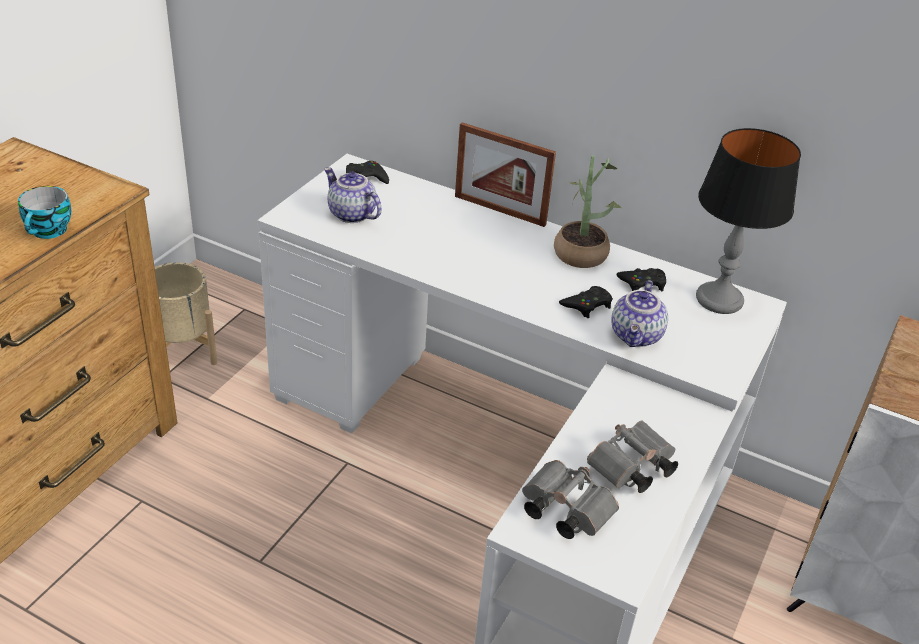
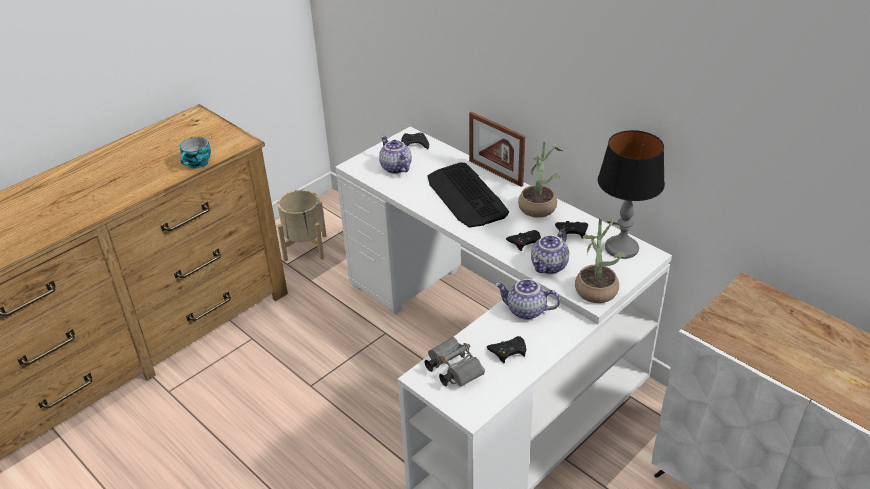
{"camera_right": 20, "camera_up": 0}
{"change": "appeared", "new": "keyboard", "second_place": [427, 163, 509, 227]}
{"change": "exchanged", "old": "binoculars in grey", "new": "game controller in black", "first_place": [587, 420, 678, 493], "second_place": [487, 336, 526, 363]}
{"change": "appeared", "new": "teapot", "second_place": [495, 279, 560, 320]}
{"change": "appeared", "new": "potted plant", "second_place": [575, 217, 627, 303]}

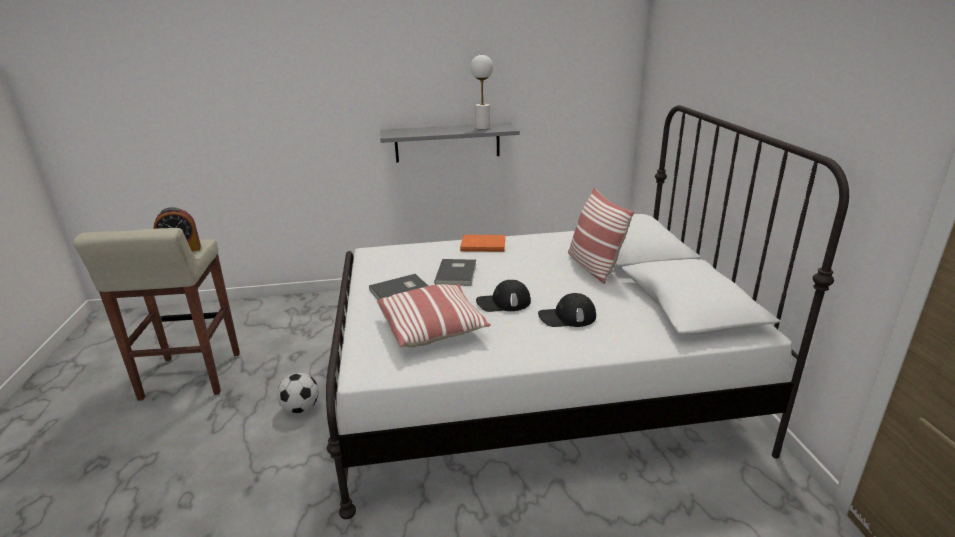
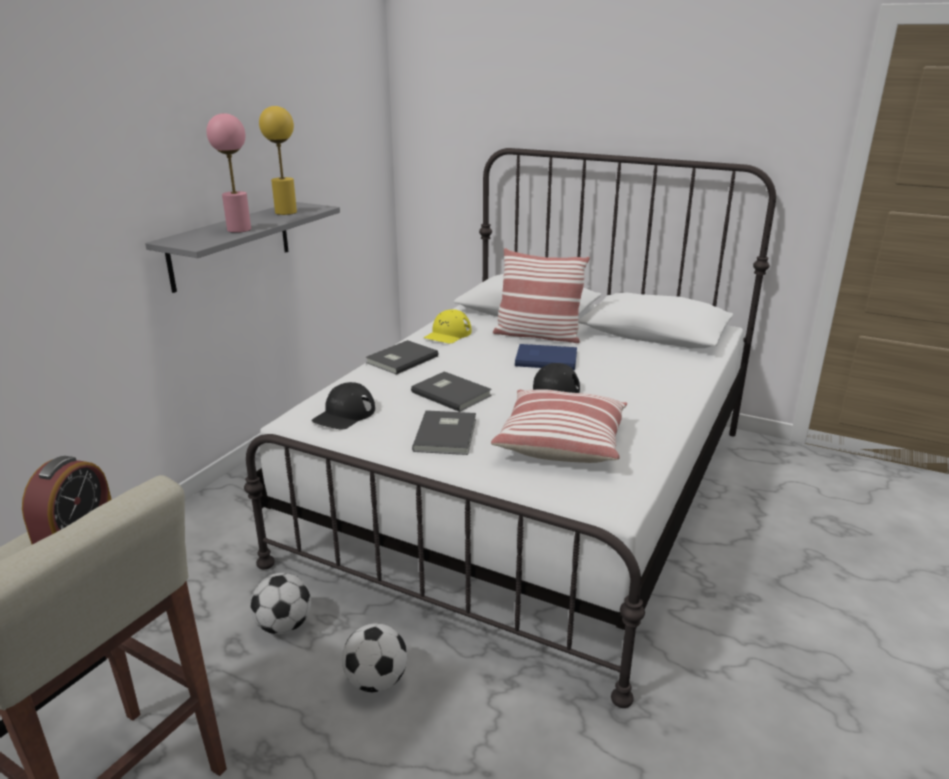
{"camera_right": -55, "camera_up": 0}
{"change": "appeared", "new": "table lamp in pink", "second_place": [206, 113, 251, 233]}
{"change": "appeared", "new": "football", "second_place": [250, 573, 311, 634]}
{"change": "colour", "old": "table lamp in white", "new": "table lamp in yellow", "first_place": [470, 55, 493, 129], "second_place": [259, 106, 297, 215]}
{"change": "relocated", "old": "cap in black", "first_place": [538, 293, 596, 327], "second_place": [311, 382, 375, 430]}
{"change": "colour", "old": "book in orange", "new": "book in grey", "first_place": [460, 235, 505, 252], "second_place": [365, 340, 439, 375]}
{"change": "appeared", "new": "cap in yellow", "second_place": [424, 309, 472, 344]}
{"change": "appeared", "new": "book in blue", "second_place": [515, 344, 577, 370]}

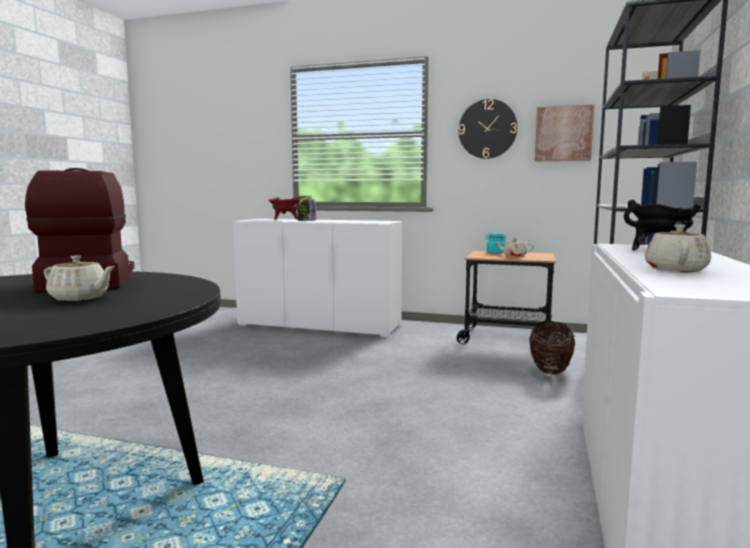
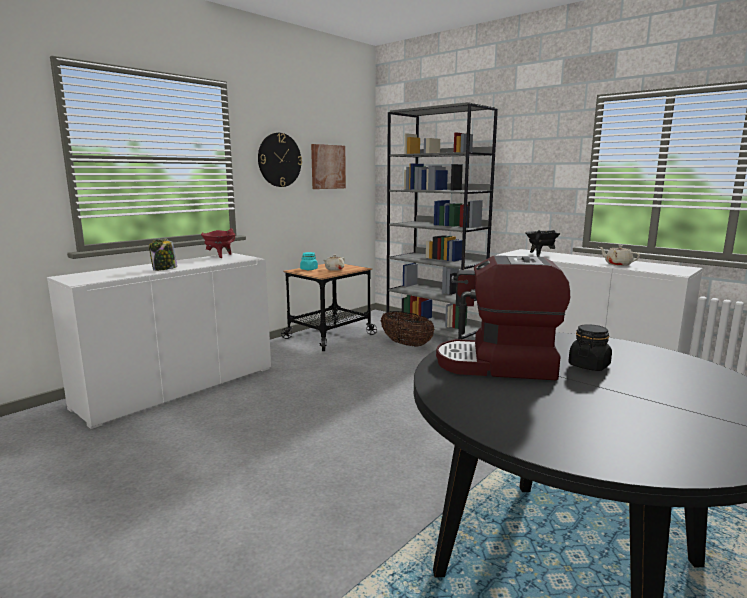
{"camera_right": -65, "camera_up": 5}
{"change": "relocated", "old": "cooking pot in red", "first_place": [269, 196, 300, 220], "second_place": [201, 228, 235, 258]}
{"change": "exchanged", "old": "teapot in beige", "new": "jar in black", "first_place": [44, 255, 115, 301], "second_place": [568, 324, 612, 371]}

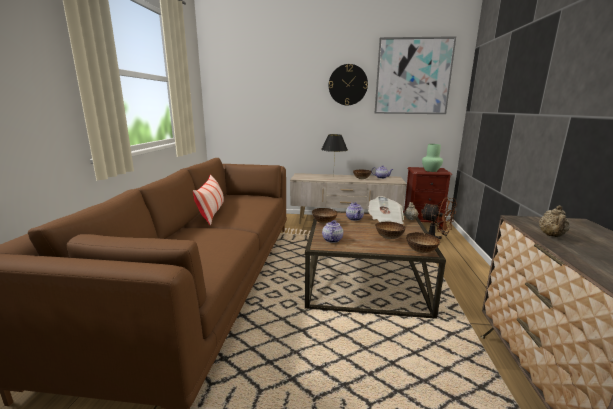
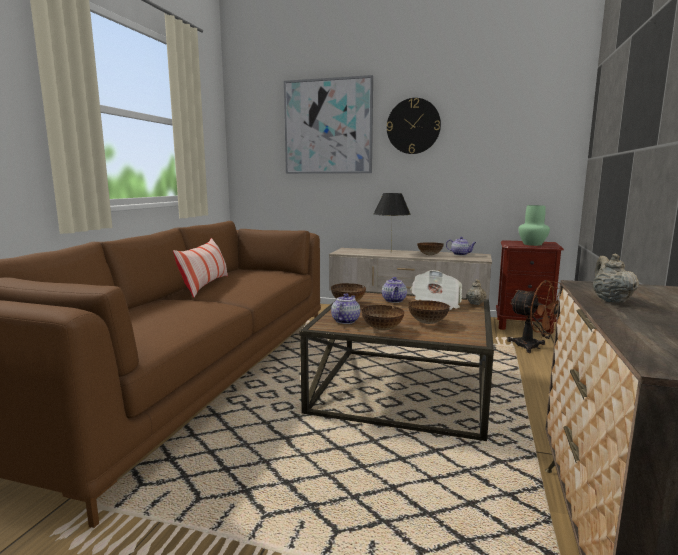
{"camera_right": 10, "camera_up": -5}
{"change": "relocated", "old": "picture", "first_place": [375, 36, 456, 114], "second_place": [284, 75, 373, 174]}
{"change": "relocated", "old": "bowl", "first_place": [406, 232, 440, 253], "second_place": [362, 305, 404, 331]}
{"change": "spun", "old": "teapot in beige", "first_place": [539, 206, 570, 237], "second_place": [593, 253, 639, 303], "degrees": 150}

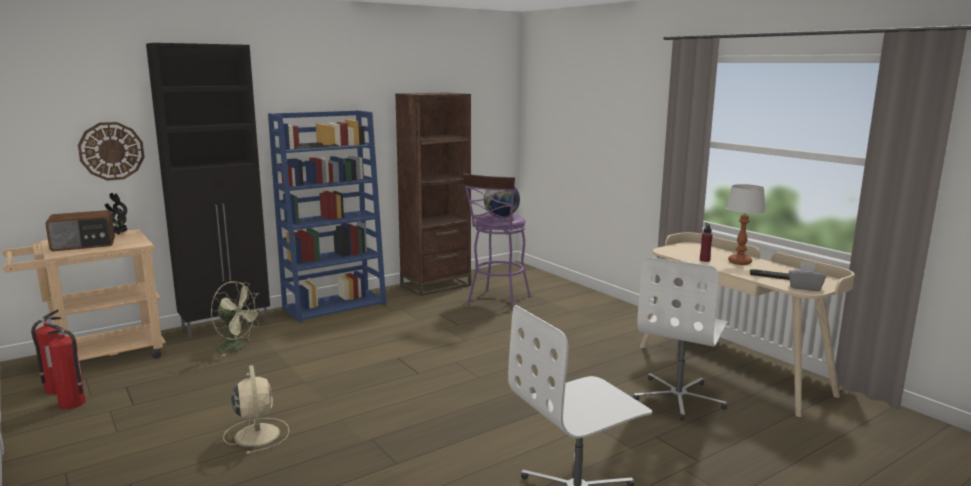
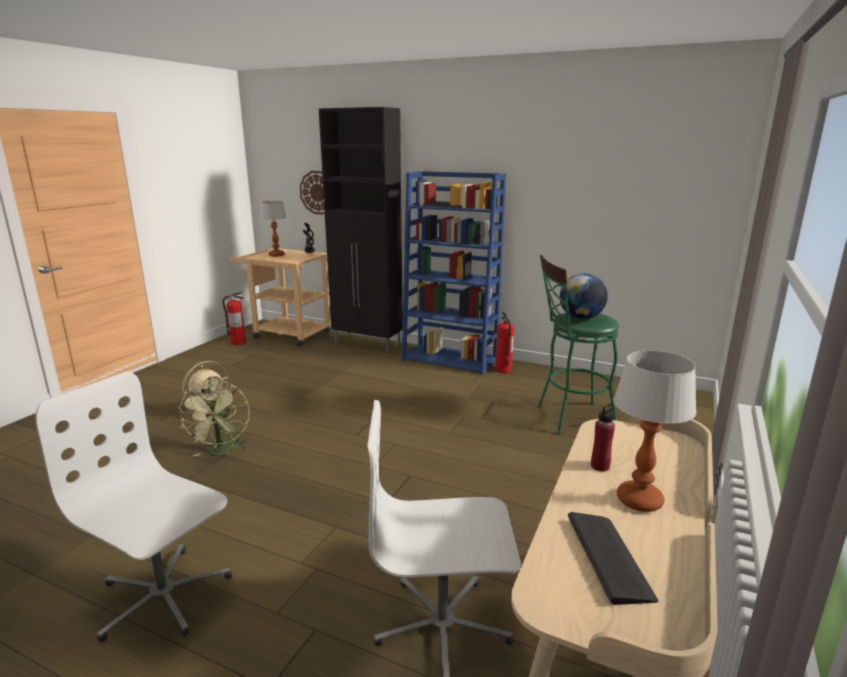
{"camera_right": 60, "camera_up": 5}
{"change": "relocated", "old": "fan in green", "first_place": [211, 281, 262, 356], "second_place": [178, 379, 250, 456]}
{"change": "exchanged", "old": "radio", "new": "table lamp", "first_place": [45, 210, 115, 252], "second_place": [260, 201, 287, 257]}
{"change": "relocated", "old": "fire extinguisher", "first_place": [47, 324, 85, 409], "second_place": [496, 311, 514, 373]}
{"change": "colour", "old": "stool in purple", "new": "stool in green", "first_place": [462, 173, 531, 312], "second_place": [538, 255, 619, 435]}
{"change": "missing", "old": "bookcase in brown", "first_place": [395, 92, 471, 296]}
{"change": "missing", "old": "tissue box in grey", "first_place": [789, 261, 826, 291]}

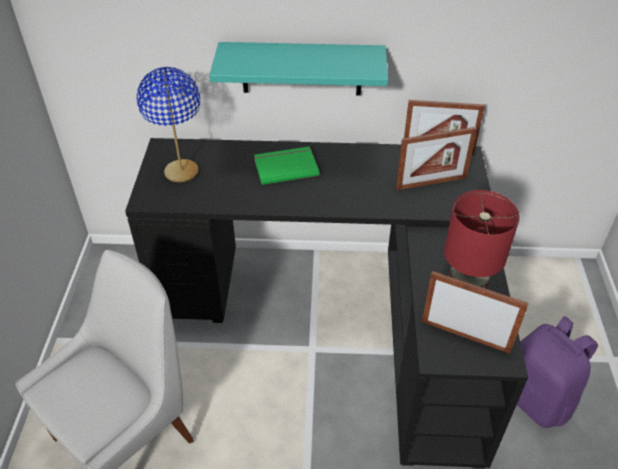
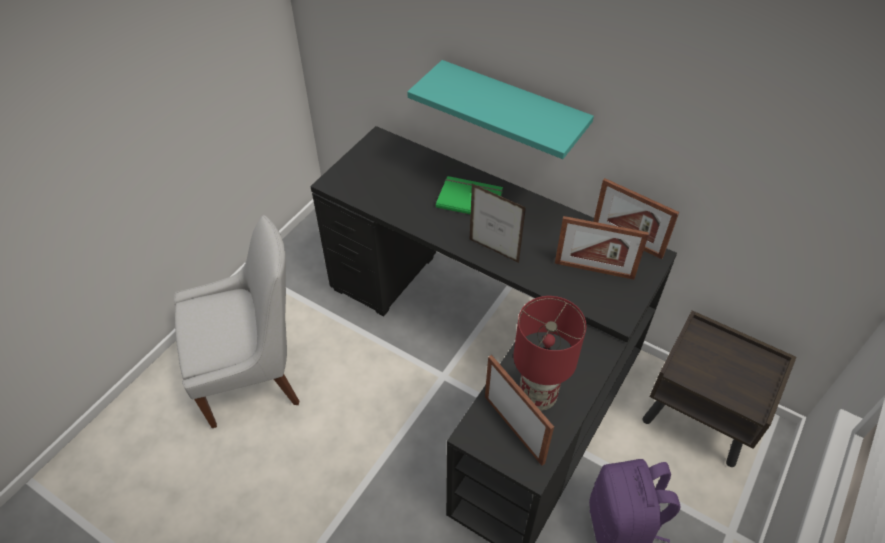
{"camera_right": 30, "camera_up": 5}
{"change": "appeared", "new": "picture frame", "second_place": [469, 184, 526, 263]}
{"change": "appeared", "new": "nightstand in brown", "second_place": [642, 310, 796, 467]}
{"change": "missing", "old": "table lamp in blue", "first_place": [137, 67, 200, 182]}

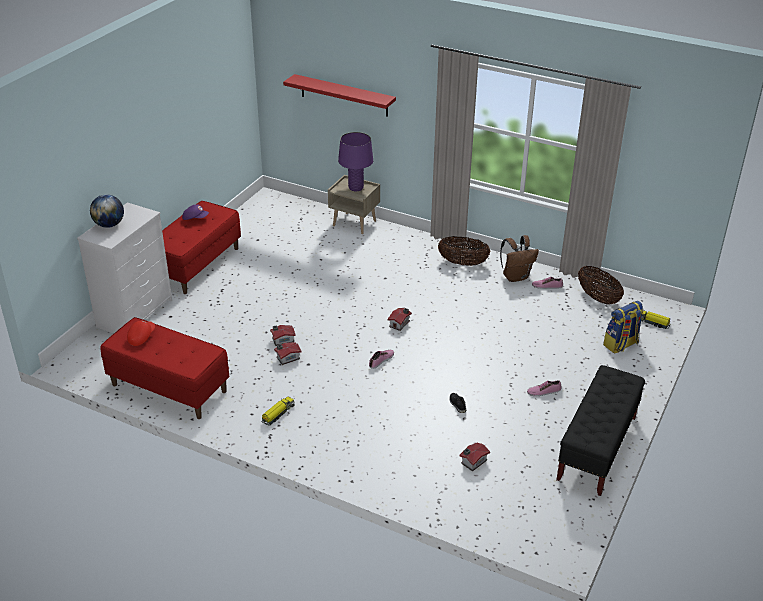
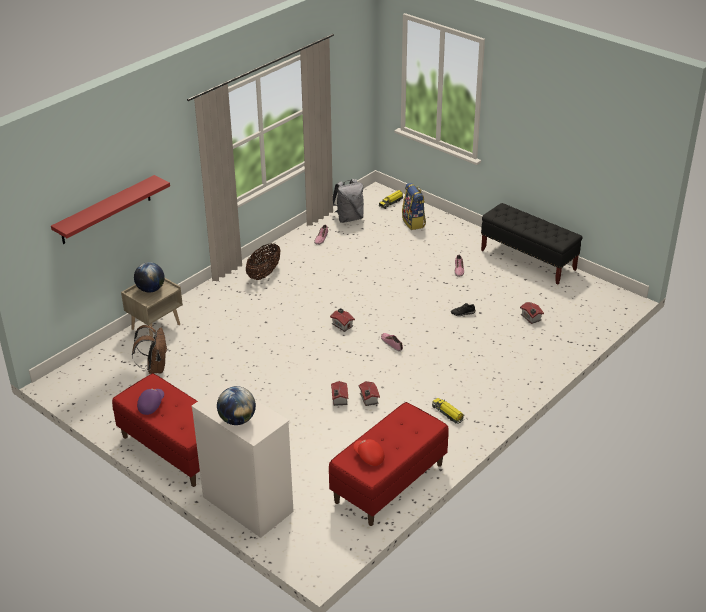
{"camera_right": -75, "camera_up": 0}
{"change": "relocated", "old": "backpack in brown", "first_place": [500, 235, 539, 282], "second_place": [132, 325, 168, 374]}
{"change": "exchanged", "old": "table lamp in purple", "new": "globe", "first_place": [338, 132, 373, 191], "second_place": [134, 262, 165, 293]}
{"change": "exchanged", "old": "basket", "new": "backpack in grey", "first_place": [578, 266, 624, 305], "second_place": [333, 179, 364, 223]}

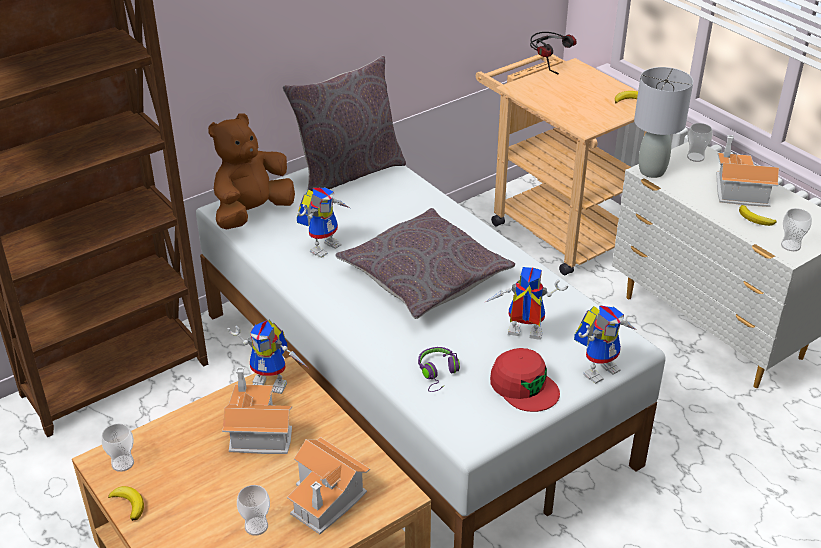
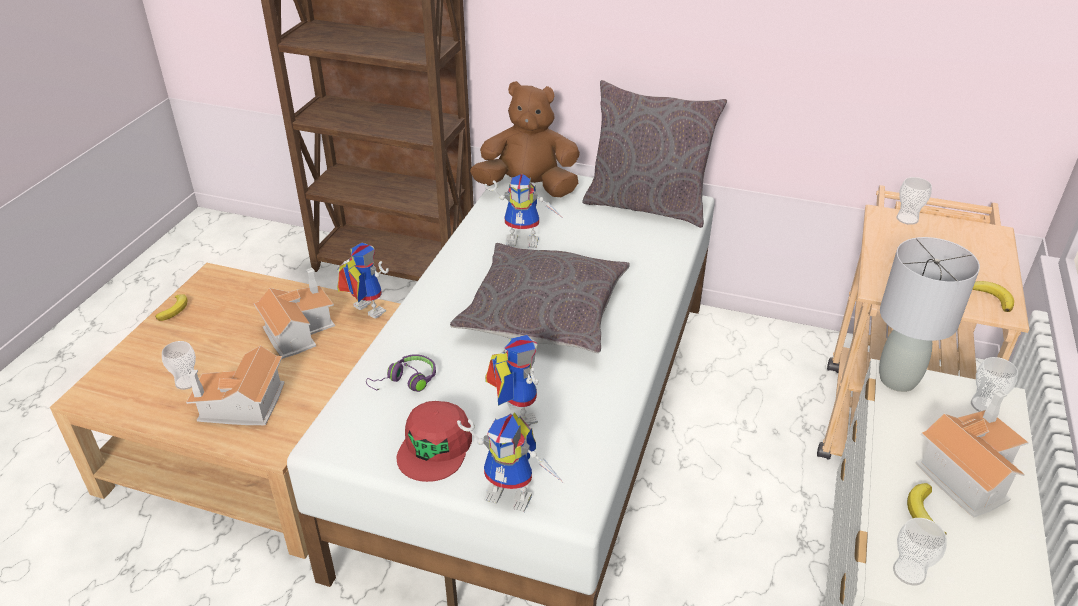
{"camera_right": 55, "camera_up": 0}
{"change": "spun", "old": "toy robot", "first_place": [227, 320, 308, 394], "second_place": [337, 243, 389, 319], "degrees": 150}
{"change": "relocated", "old": "cup", "first_place": [101, 423, 134, 472], "second_place": [897, 177, 932, 225]}
{"change": "missing", "old": "headphones", "first_place": [530, 32, 577, 75]}

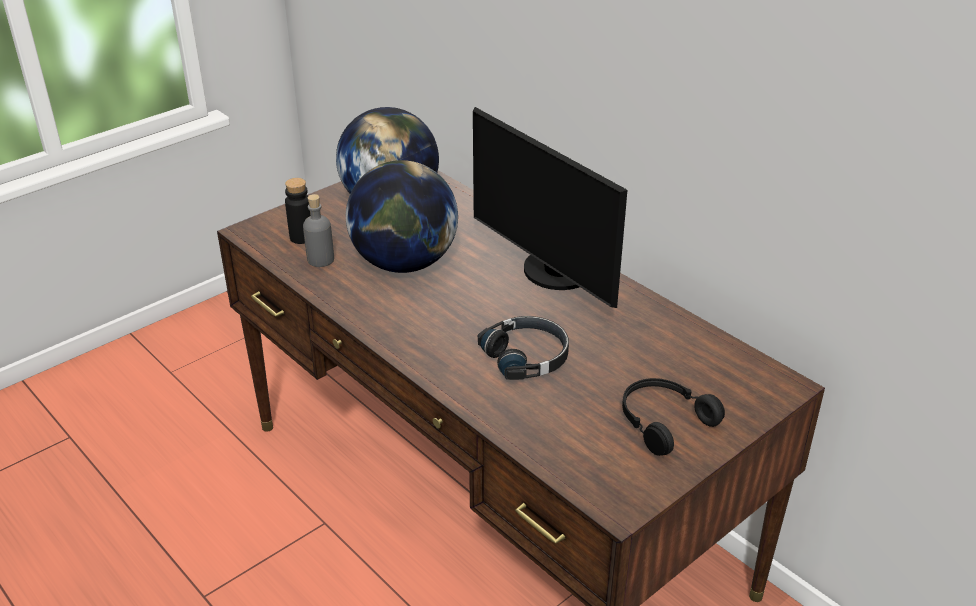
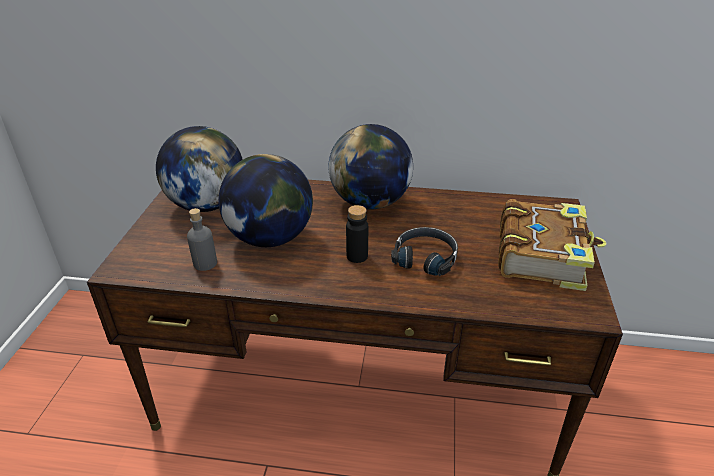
{"camera_right": -40, "camera_up": 0}
{"change": "exchanged", "old": "monitor", "new": "globe", "first_place": [473, 107, 627, 308], "second_place": [329, 124, 413, 209]}
{"change": "relocated", "old": "bottle in black", "first_place": [285, 178, 311, 244], "second_place": [346, 205, 368, 263]}
{"change": "exchanged", "old": "headphones in black", "new": "book", "first_place": [622, 378, 725, 456], "second_place": [498, 199, 606, 291]}

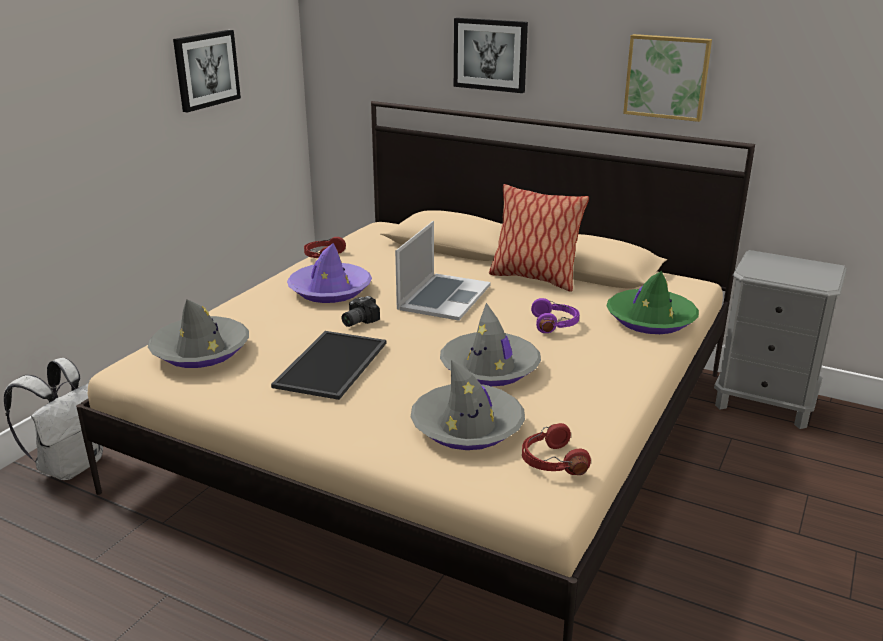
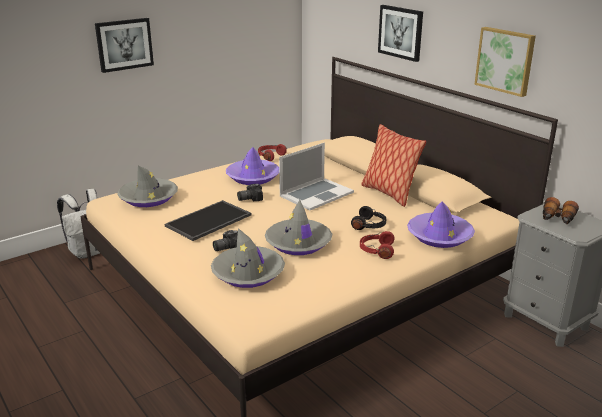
{"camera_right": 25, "camera_up": 0}
{"change": "relocated", "old": "picture", "first_place": [173, 30, 241, 112], "second_place": [95, 18, 154, 73]}
{"change": "appeared", "new": "photo camera", "second_place": [213, 230, 238, 251]}
{"change": "colour", "old": "headphones in purple", "new": "headphones in black", "first_place": [531, 298, 579, 333], "second_place": [351, 206, 386, 230]}
{"change": "relocated", "old": "headphones in red", "first_place": [522, 423, 591, 475], "second_place": [360, 231, 395, 259]}
{"change": "colour", "old": "hat in green", "new": "hat in purple", "first_place": [607, 271, 699, 334], "second_place": [407, 202, 475, 248]}
{"change": "appeared", "new": "binoculars", "second_place": [543, 197, 579, 224]}

